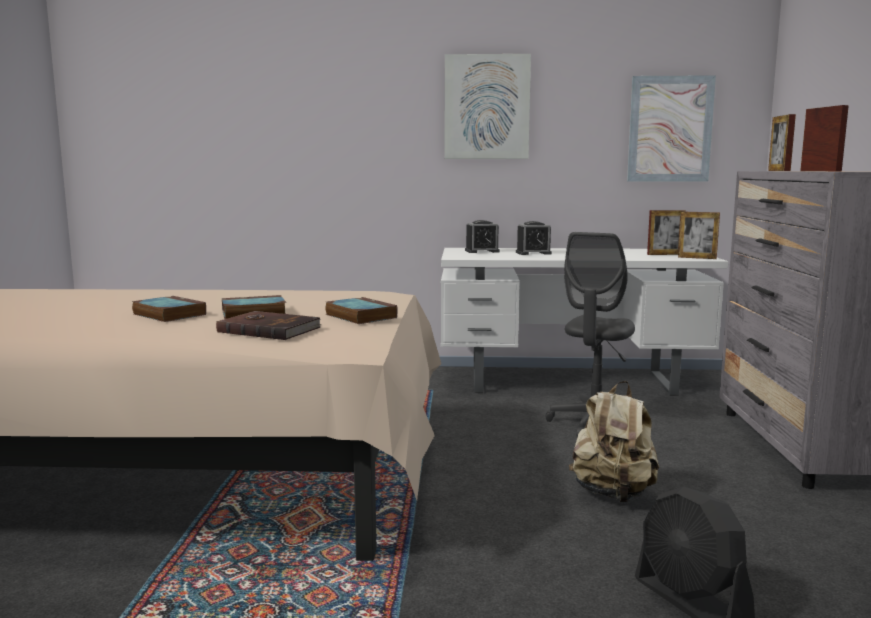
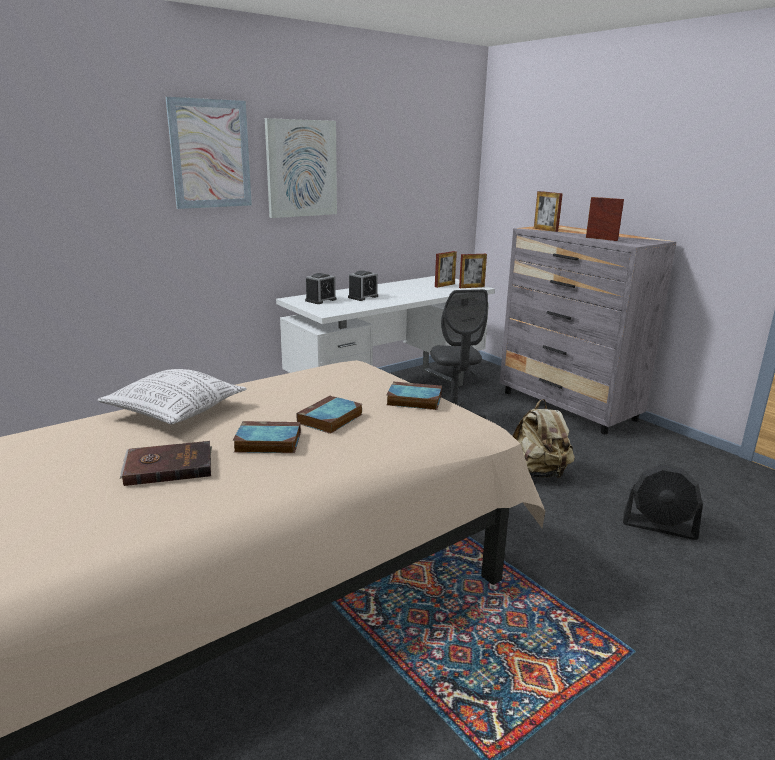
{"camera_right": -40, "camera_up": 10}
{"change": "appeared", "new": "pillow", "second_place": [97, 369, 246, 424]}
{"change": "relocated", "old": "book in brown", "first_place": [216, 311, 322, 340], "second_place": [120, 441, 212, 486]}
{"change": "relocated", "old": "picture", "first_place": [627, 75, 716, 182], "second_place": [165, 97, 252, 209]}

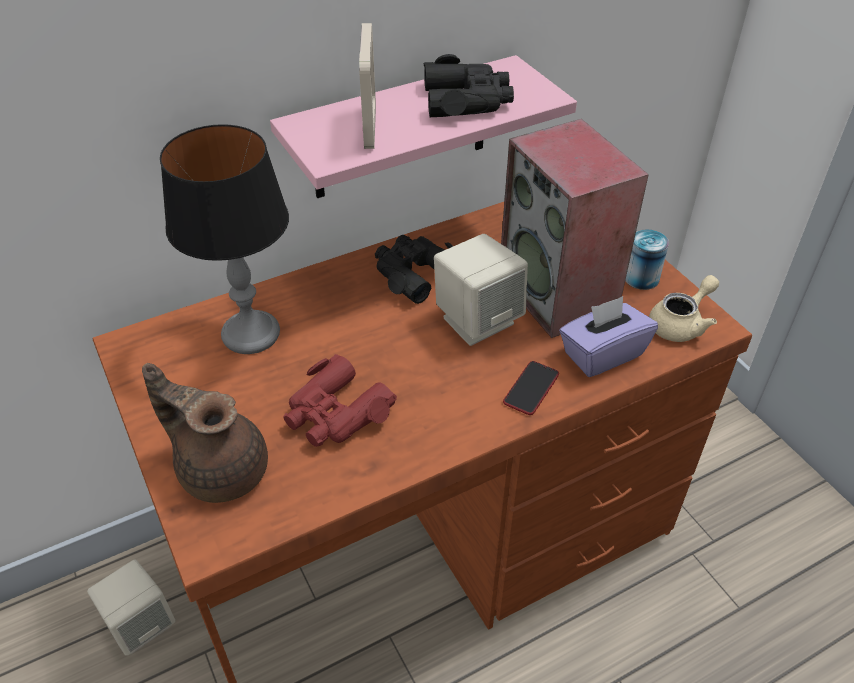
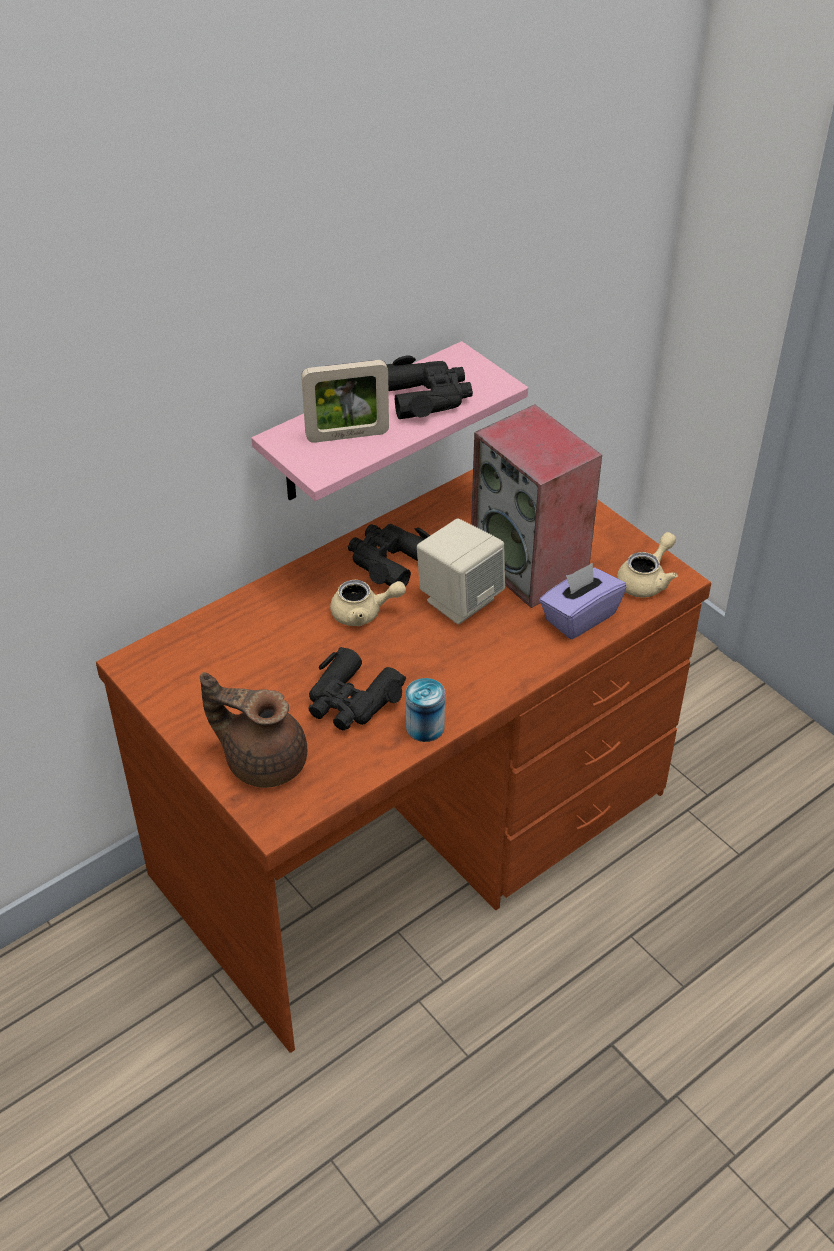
{"camera_right": -10, "camera_up": 0}
{"change": "spun", "old": "picture frame", "first_place": [359, 23, 376, 149], "second_place": [301, 360, 389, 443], "degrees": 90}
{"change": "colour", "old": "binoculars in red", "new": "binoculars in black", "first_place": [283, 354, 397, 447], "second_place": [309, 647, 406, 730]}
{"change": "appeared", "new": "teapot in beige", "second_place": [330, 580, 406, 626]}
{"change": "relocated", "old": "can", "first_place": [625, 229, 669, 290], "second_place": [406, 678, 445, 742]}
{"change": "missing", "old": "speaker in beige", "first_place": [87, 559, 175, 656]}
{"change": "missing", "old": "table lamp", "first_place": [160, 124, 289, 354]}
{"change": "missing", "old": "phone", "first_place": [503, 361, 559, 415]}

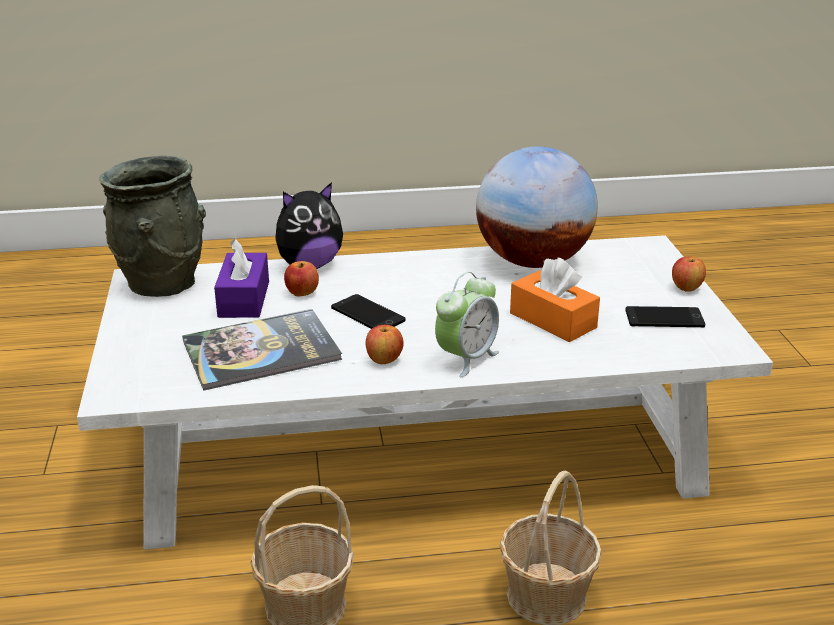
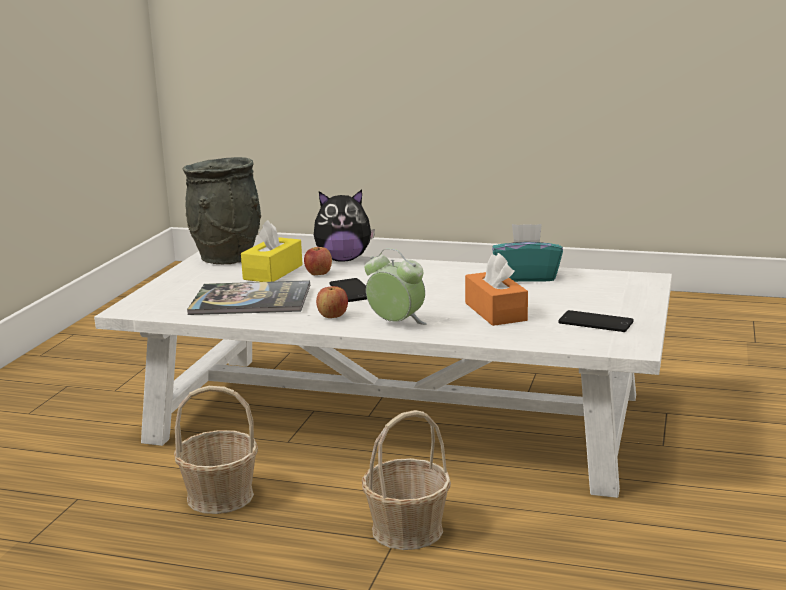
{"camera_right": 25, "camera_up": -10}
{"change": "colour", "old": "tissue box in purple", "new": "tissue box in yellow", "first_place": [214, 239, 269, 318], "second_place": [241, 220, 303, 282]}
{"change": "spun", "old": "alarm clock", "first_place": [435, 272, 499, 377], "second_place": [365, 248, 427, 325], "degrees": -120}
{"change": "exchanged", "old": "globe", "new": "tissue box in turquoise", "first_place": [476, 146, 598, 268], "second_place": [492, 224, 563, 282]}
{"change": "missing", "old": "apple", "first_place": [672, 257, 706, 292]}

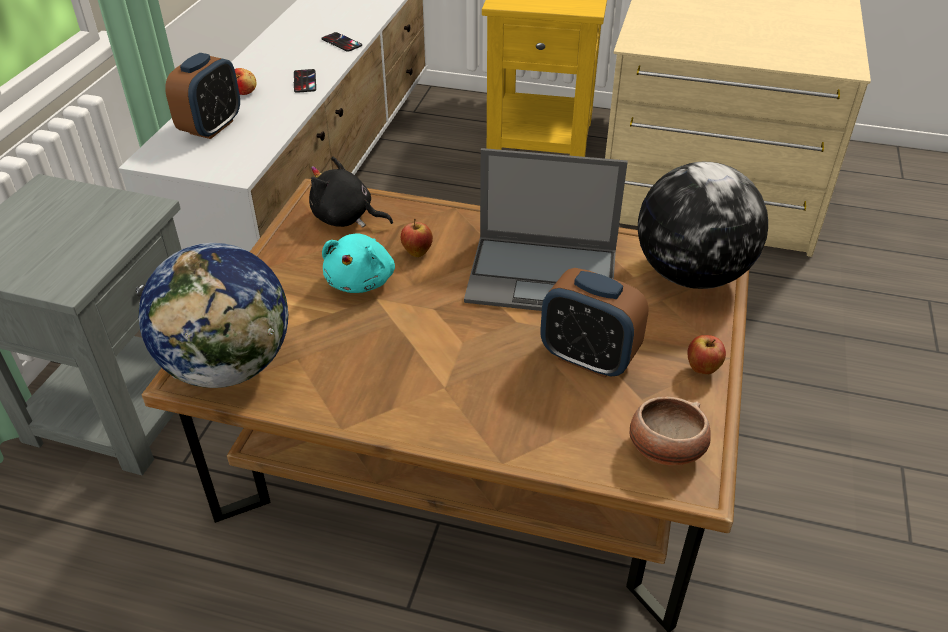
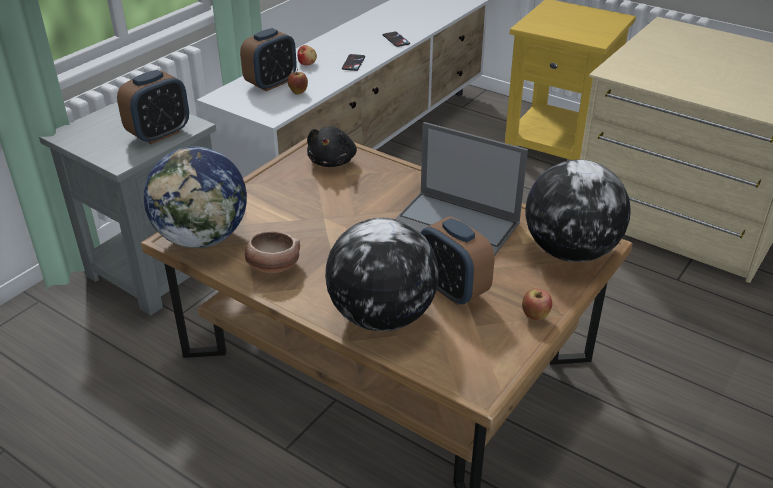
{"camera_right": 20, "camera_up": -5}
{"change": "appeared", "new": "alarm clock", "second_place": [117, 70, 189, 144]}
{"change": "relocated", "old": "bowl", "first_place": [630, 397, 711, 466], "second_place": [245, 231, 300, 273]}
{"change": "relocated", "old": "apple", "first_place": [401, 219, 433, 257], "second_place": [287, 68, 308, 95]}
{"change": "spun", "old": "plush toy in black", "first_place": [309, 156, 393, 228], "second_place": [307, 127, 357, 167], "degrees": -120}
{"change": "appeared", "new": "globe", "second_place": [325, 218, 439, 331]}
{"change": "missing", "old": "plush toy in turquoise", "first_place": [322, 234, 395, 293]}

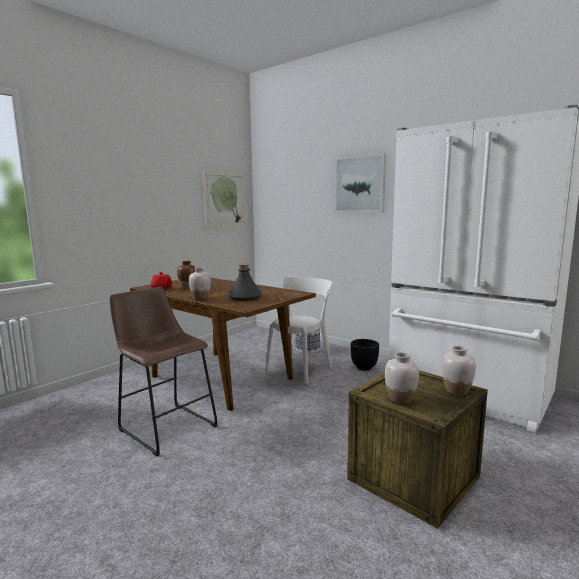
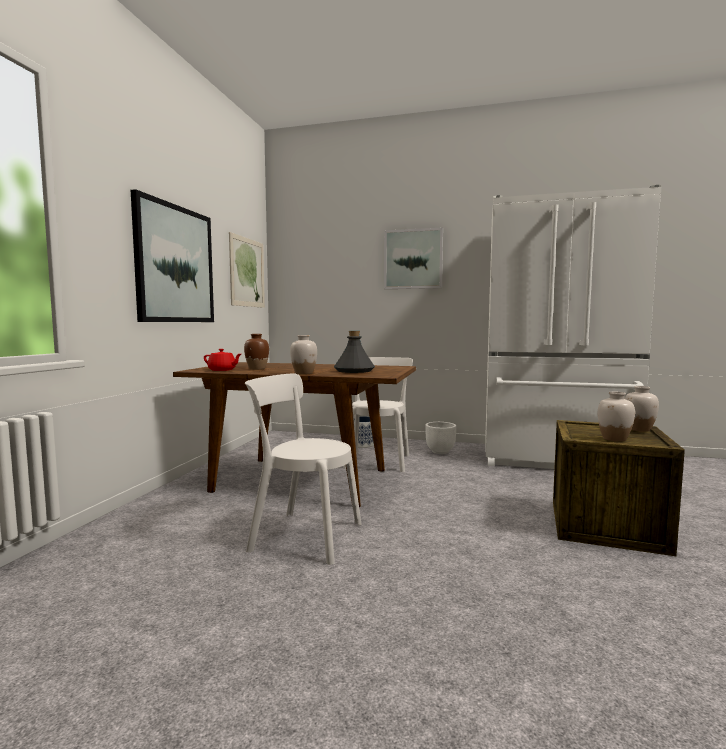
{"camera_right": -25, "camera_up": -5}
{"change": "appeared", "new": "picture", "second_place": [131, 189, 214, 322]}
{"change": "exchanged", "old": "stool in brown", "new": "chair in white", "first_place": [110, 287, 218, 457], "second_place": [245, 373, 361, 565]}
{"change": "colour", "old": "planter in black", "new": "planter in white", "first_place": [351, 339, 379, 370], "second_place": [425, 422, 456, 454]}

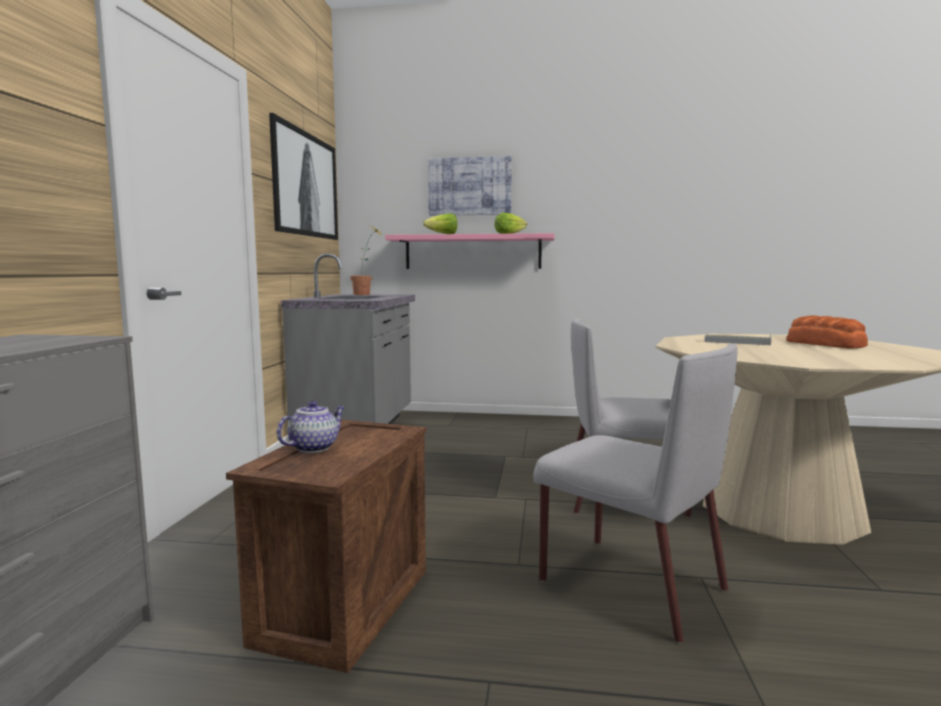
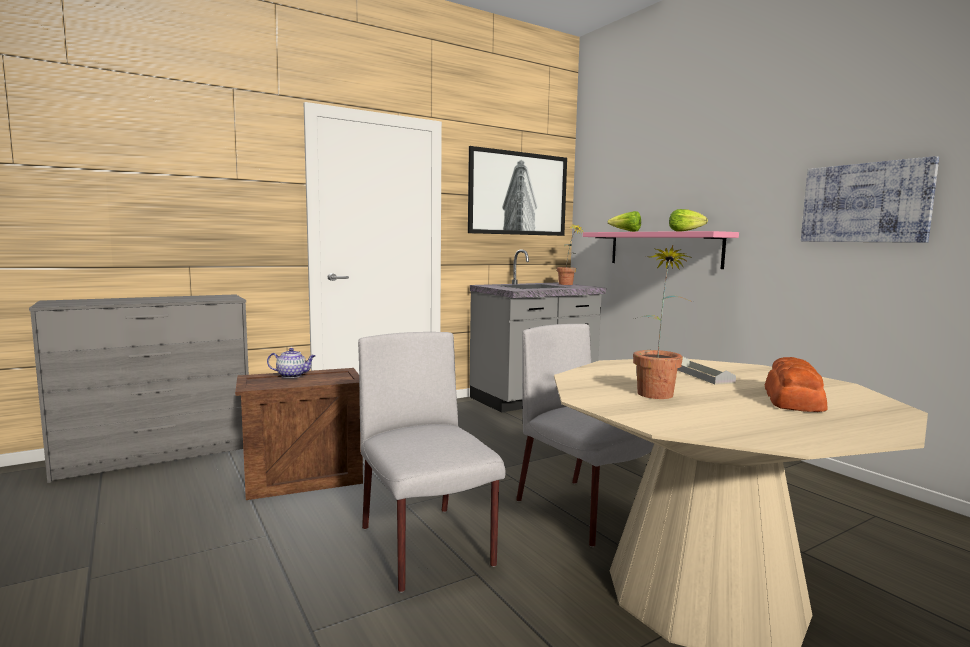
{"camera_right": 50, "camera_up": 0}
{"change": "spun", "old": "chair in grey", "first_place": [533, 343, 738, 643], "second_place": [358, 332, 506, 592], "degrees": 150}
{"change": "appeared", "new": "potted plant", "second_place": [633, 245, 693, 399]}
{"change": "relocated", "old": "picture", "first_place": [428, 156, 512, 216], "second_place": [801, 156, 939, 243]}

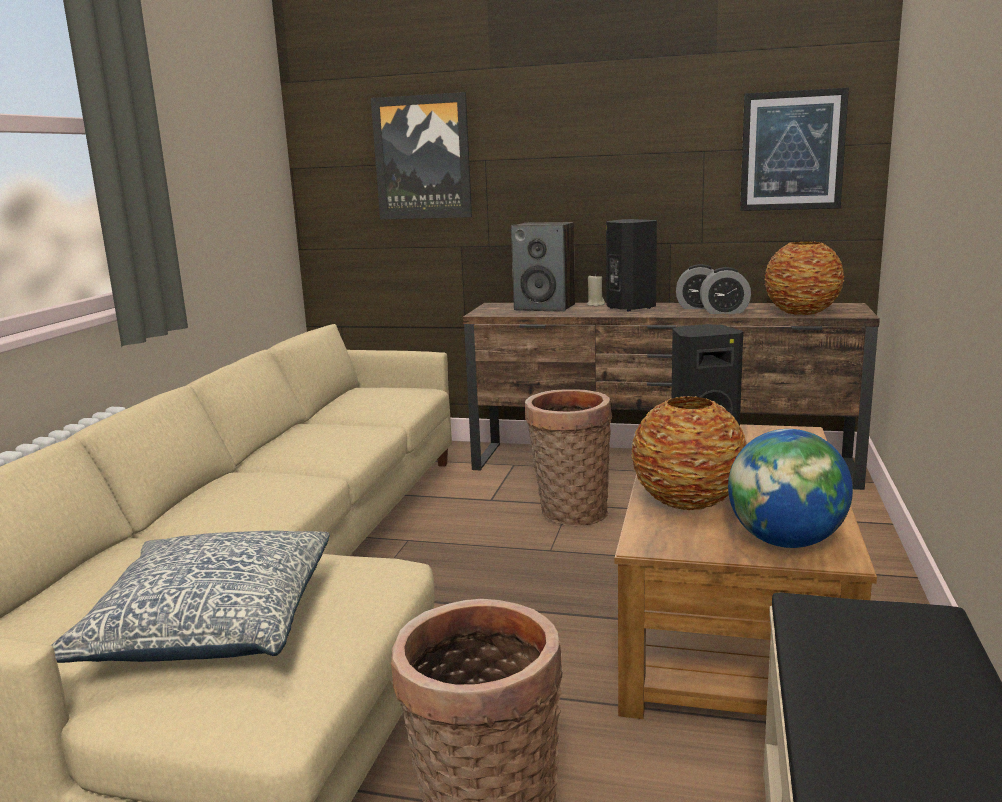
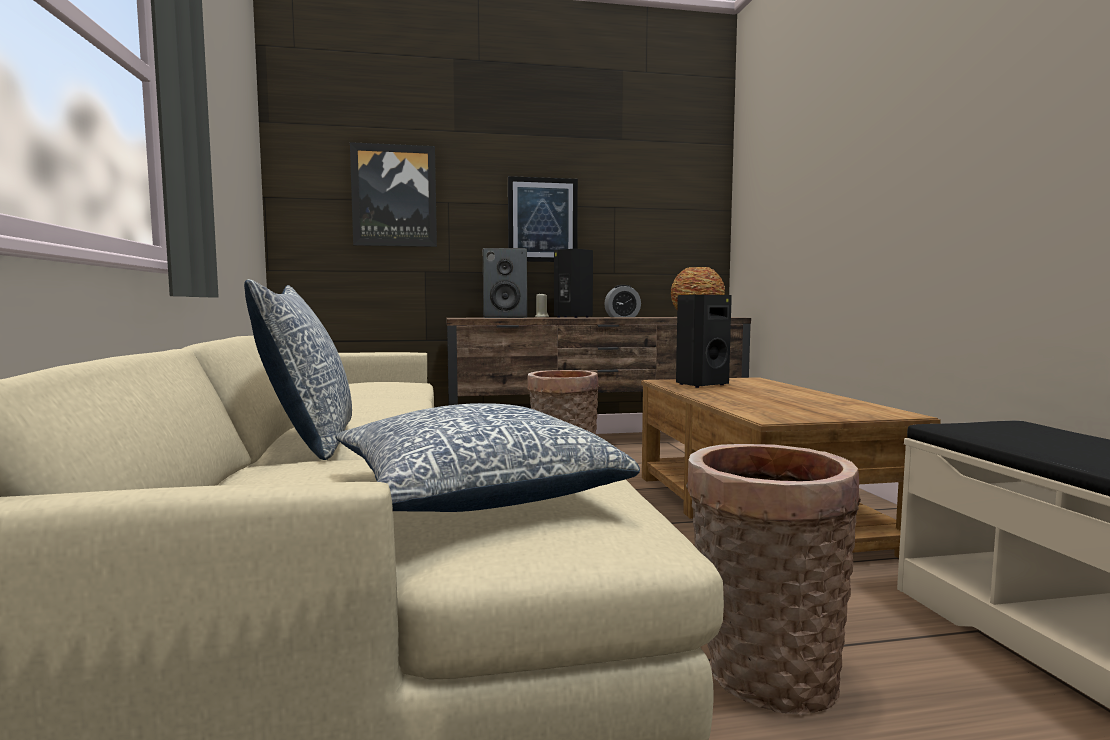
{"camera_right": -25, "camera_up": -10}
{"change": "appeared", "new": "pillow", "second_place": [244, 279, 352, 460]}
{"change": "relocated", "old": "picture", "first_place": [740, 87, 849, 211], "second_place": [508, 176, 578, 262]}
{"change": "missing", "old": "vase", "first_place": [631, 396, 747, 510]}
{"change": "missing", "old": "alarm clock", "first_place": [700, 267, 751, 314]}
{"change": "missing", "old": "globe", "first_place": [728, 429, 853, 548]}

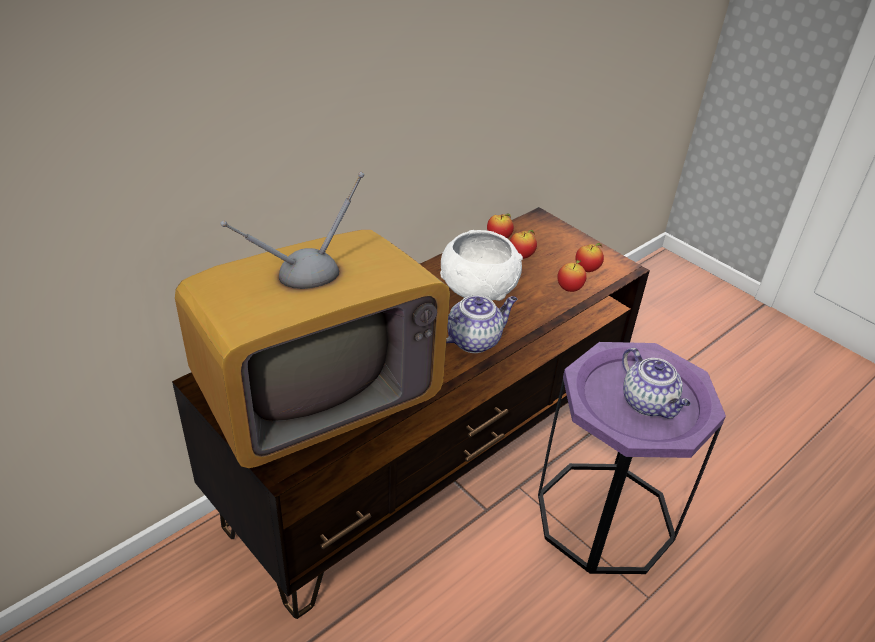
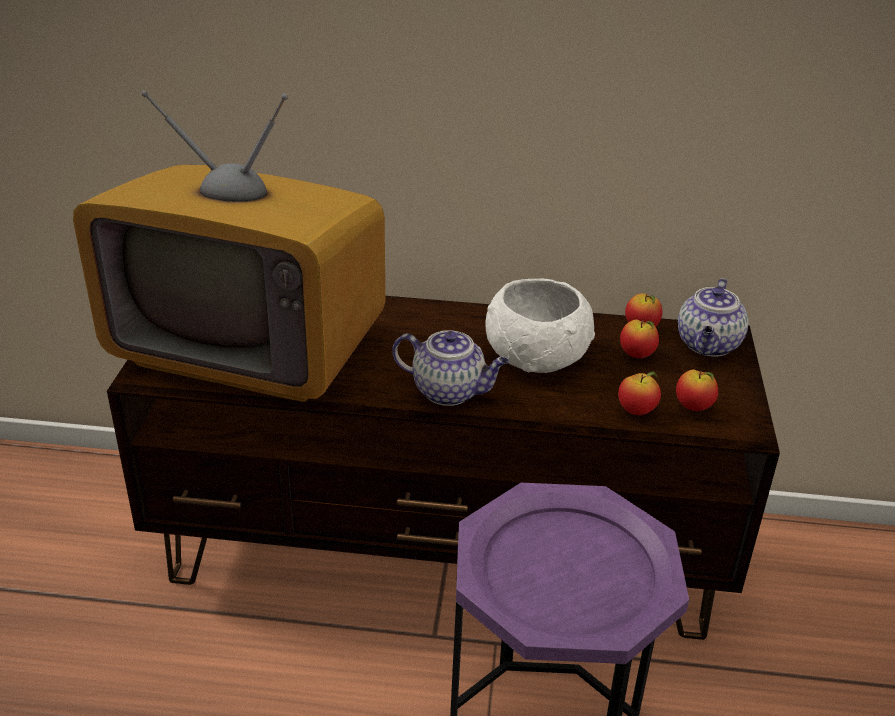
{"camera_right": 50, "camera_up": -5}
{"change": "relocated", "old": "teapot", "first_place": [622, 348, 691, 418], "second_place": [678, 278, 748, 357]}

